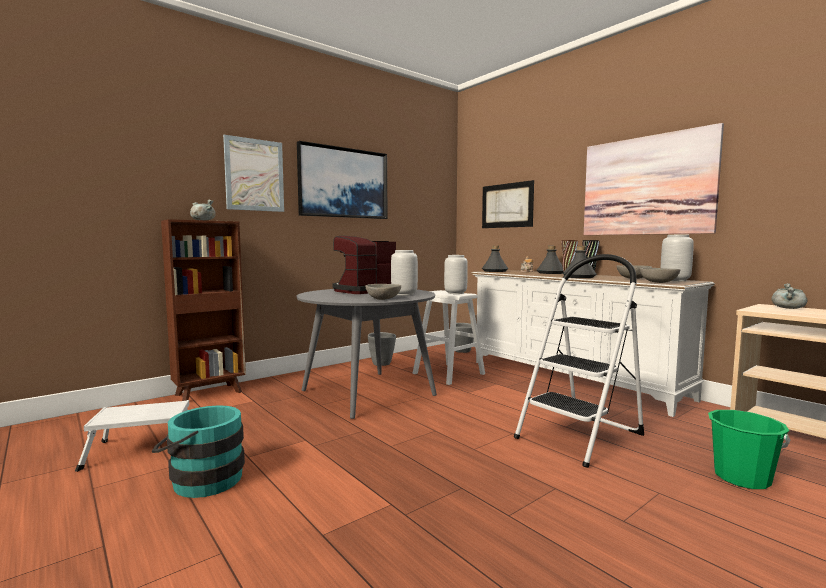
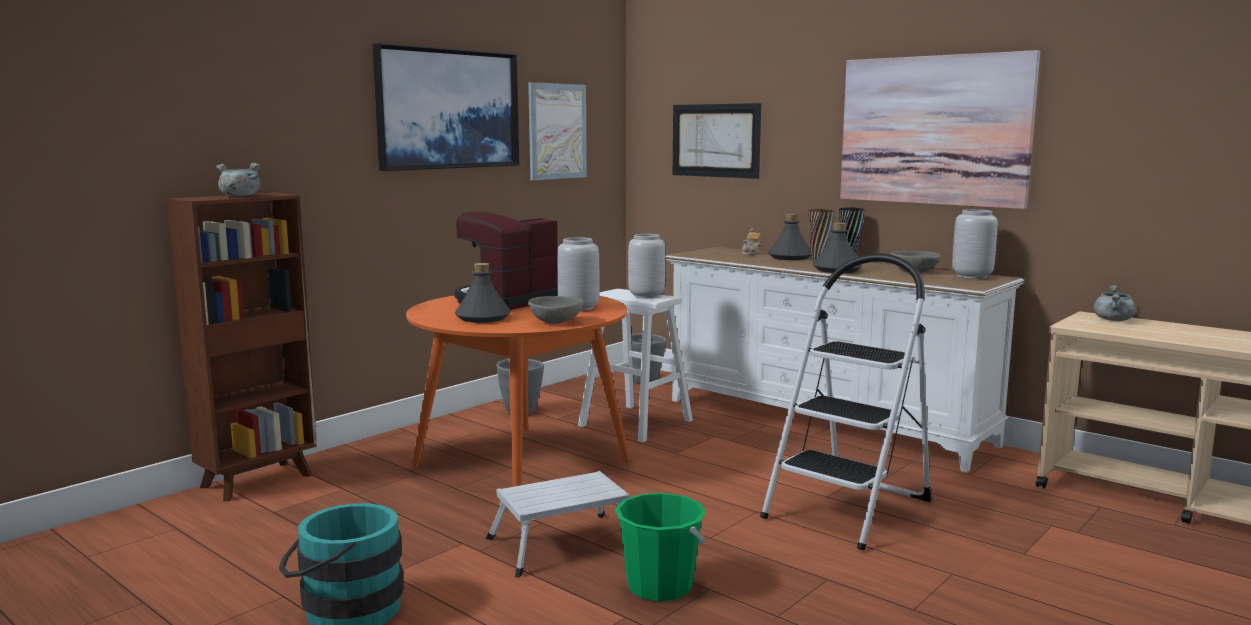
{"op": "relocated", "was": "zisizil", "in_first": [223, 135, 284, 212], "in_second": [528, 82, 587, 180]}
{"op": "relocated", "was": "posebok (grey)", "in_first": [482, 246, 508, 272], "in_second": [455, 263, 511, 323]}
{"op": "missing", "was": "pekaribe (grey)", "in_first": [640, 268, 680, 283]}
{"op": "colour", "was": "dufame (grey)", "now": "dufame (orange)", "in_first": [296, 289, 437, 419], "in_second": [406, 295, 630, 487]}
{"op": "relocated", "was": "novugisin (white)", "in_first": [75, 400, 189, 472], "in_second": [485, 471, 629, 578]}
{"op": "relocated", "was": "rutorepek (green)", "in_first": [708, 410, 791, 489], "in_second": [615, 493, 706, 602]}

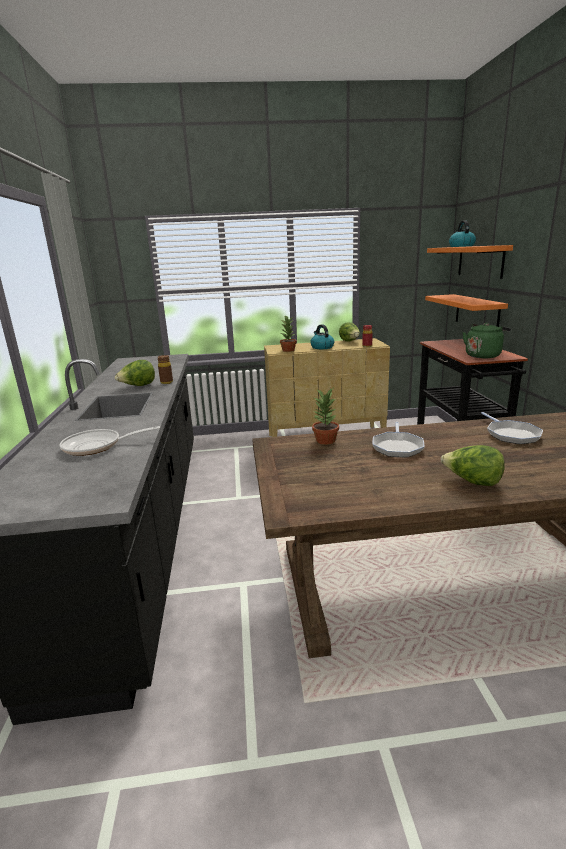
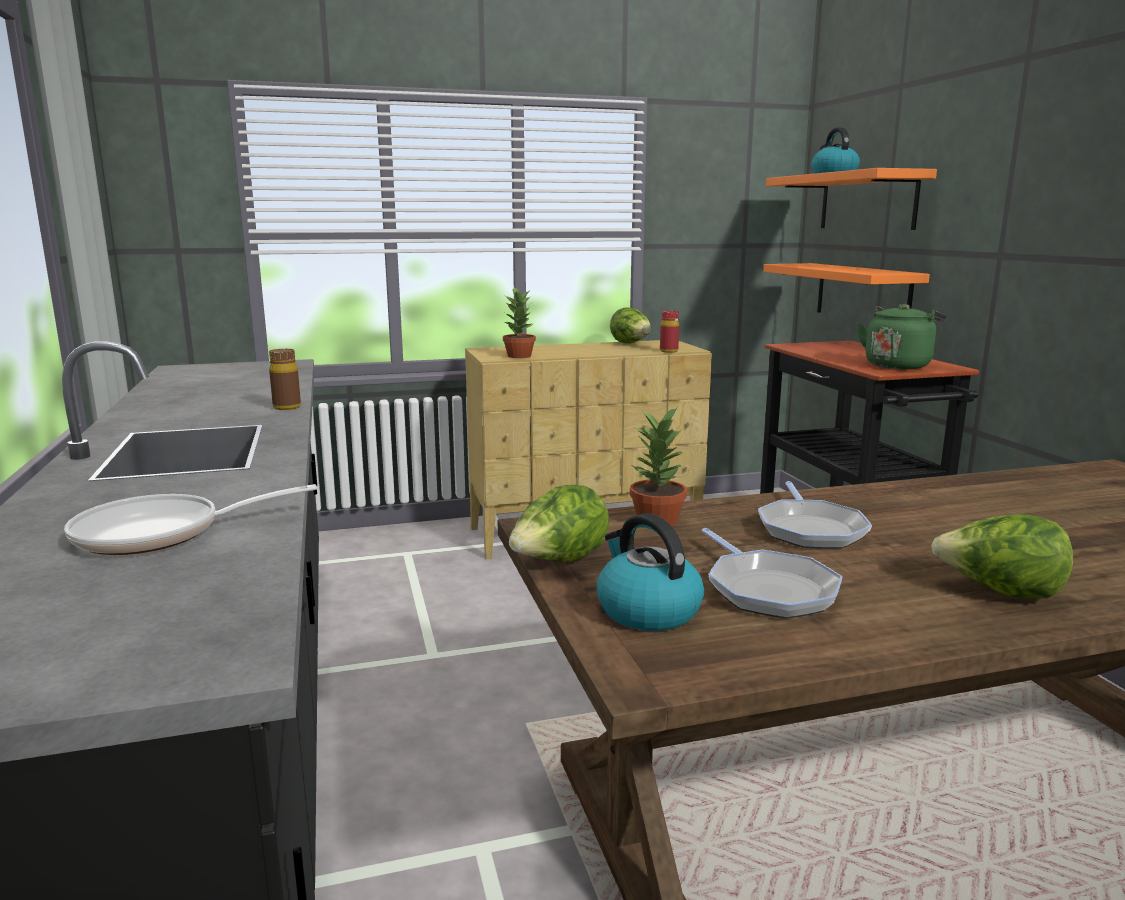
{"op": "relocated", "was": "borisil", "in_first": [310, 324, 334, 349], "in_second": [597, 513, 704, 631]}
{"op": "relocated", "was": "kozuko", "in_first": [115, 360, 155, 386], "in_second": [509, 485, 609, 562]}
{"op": "relocated", "was": "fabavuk", "in_first": [481, 412, 543, 444], "in_second": [702, 528, 843, 619]}

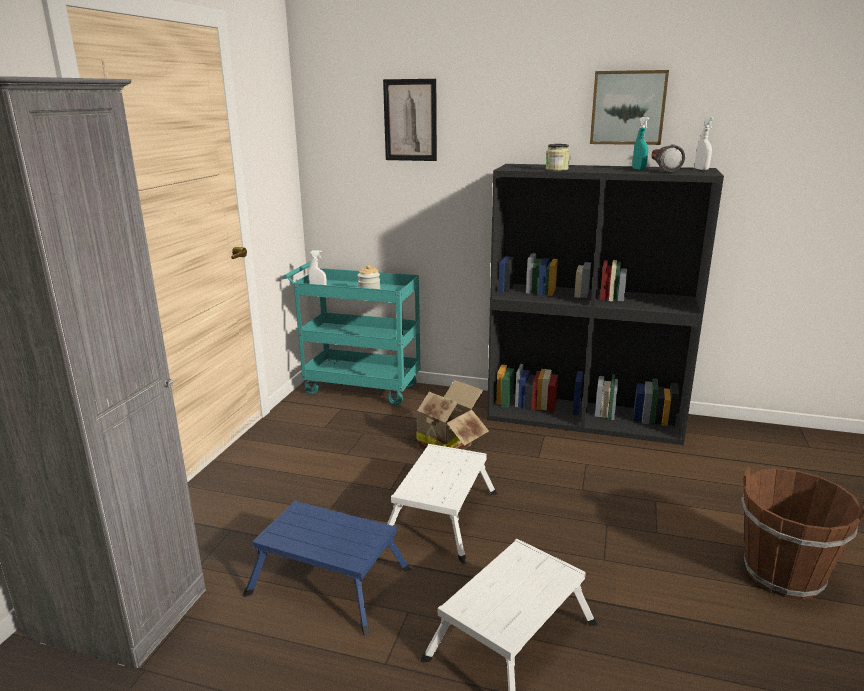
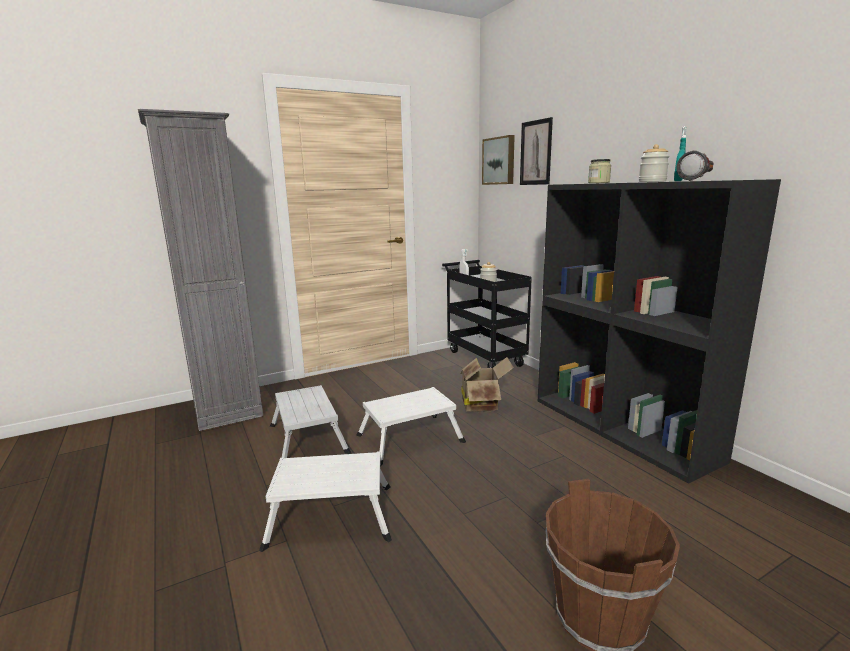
{"op": "relocated", "was": "zisizil", "in_first": [590, 70, 669, 145], "in_second": [482, 135, 515, 185]}
{"op": "missing", "was": "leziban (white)", "in_first": [695, 117, 714, 170]}
{"op": "colour", "was": "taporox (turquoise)", "now": "taporox (black)", "in_first": [283, 261, 420, 405], "in_second": [442, 260, 532, 368]}
{"op": "colour", "was": "novugisin (blue)", "now": "novugisin (white)", "in_first": [243, 500, 412, 636], "in_second": [270, 385, 351, 458]}
{"op": "appeared", "now": "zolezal", "in_second": [639, 144, 670, 182]}

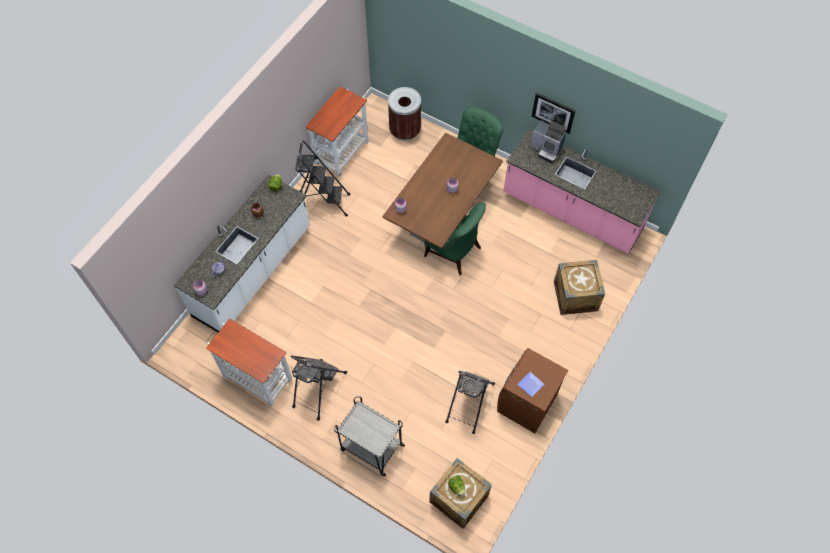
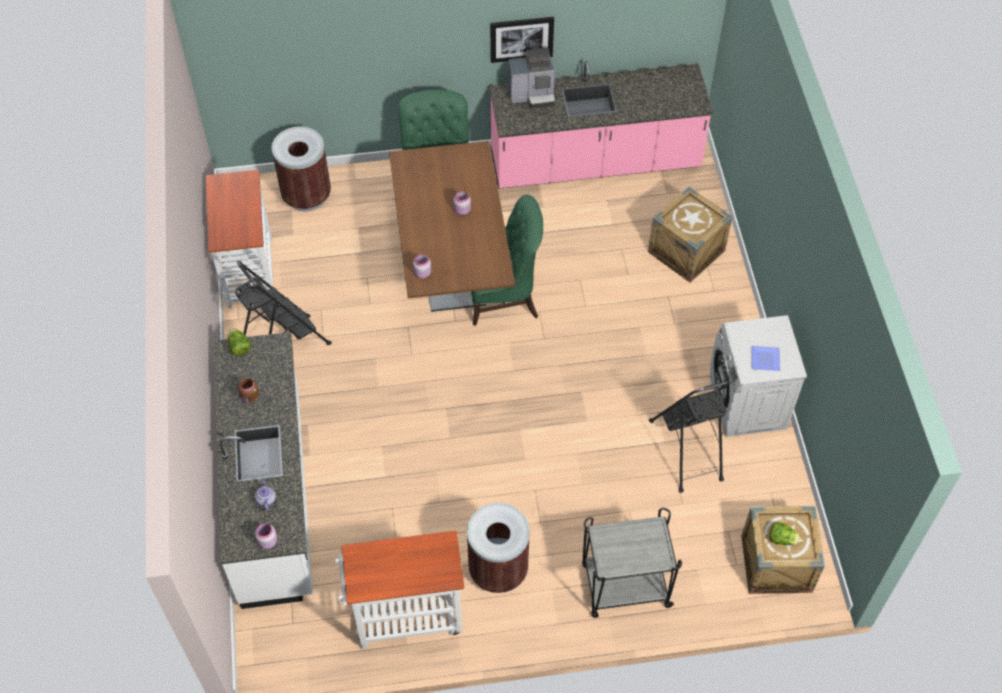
{"op": "colour", "was": "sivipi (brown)", "now": "sivipi (white)", "in_first": [497, 348, 568, 434], "in_second": [710, 315, 807, 437]}
{"op": "exchanged", "was": "novugisin", "now": "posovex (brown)", "in_first": [290, 355, 347, 421], "in_second": [467, 503, 530, 593]}

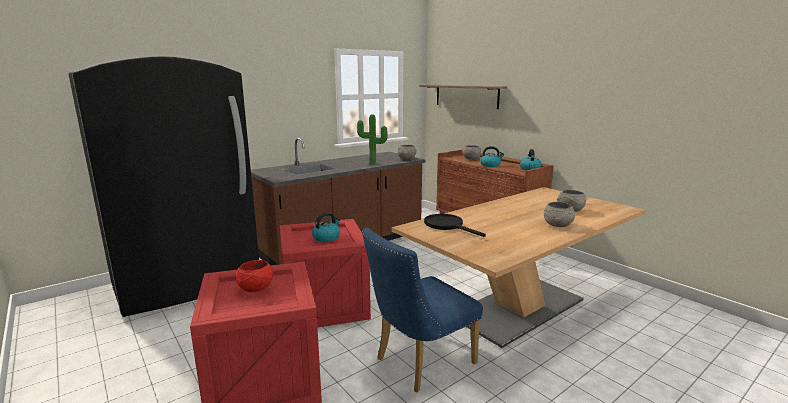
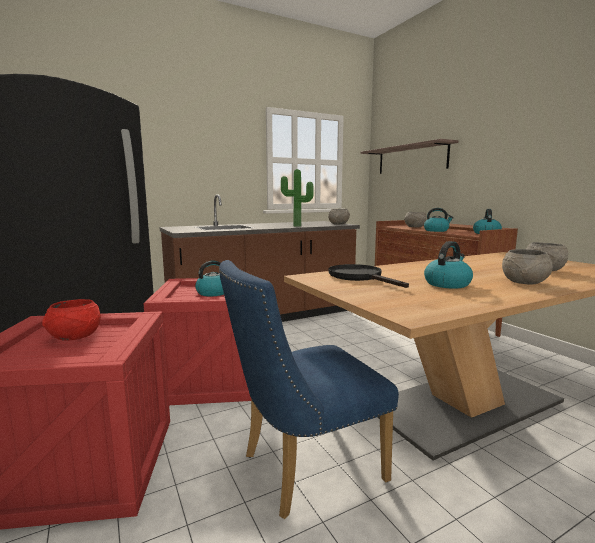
{"op": "appeared", "now": "borisil", "in_second": [424, 241, 473, 289]}

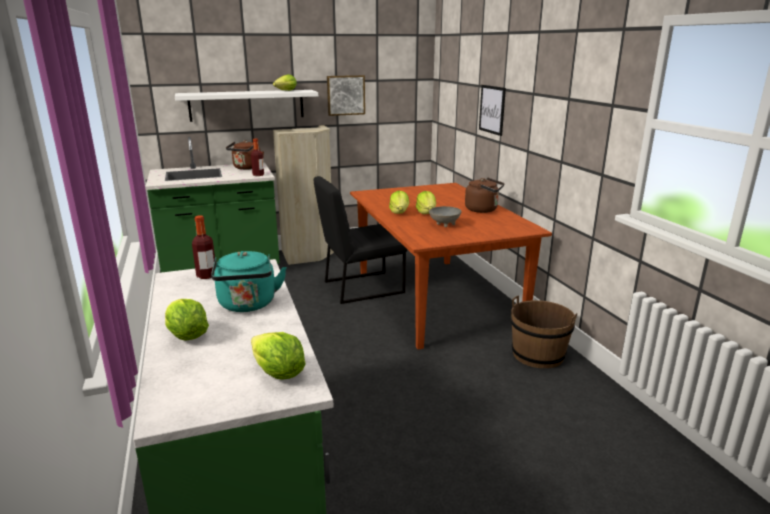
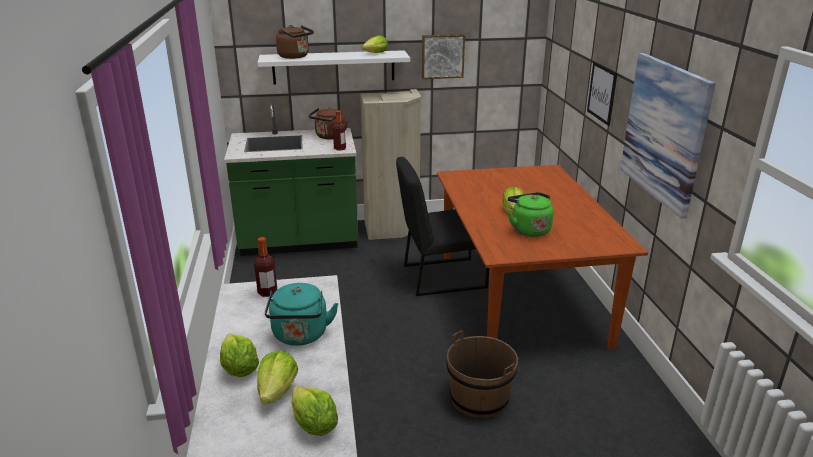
{"op": "relocated", "was": "borisil (brown)", "in_first": [465, 177, 504, 213], "in_second": [276, 25, 314, 59]}
{"op": "relocated", "was": "kozuko", "in_first": [389, 190, 409, 214], "in_second": [257, 350, 298, 404]}
{"op": "exchanged", "was": "pekaribe (grey)", "now": "borisil (green)", "in_first": [429, 206, 462, 227], "in_second": [508, 192, 554, 237]}
{"op": "relocated", "was": "rutorepek (brown)", "in_first": [510, 296, 578, 368], "in_second": [446, 330, 518, 418]}
{"op": "appeared", "now": "zisizil", "in_second": [620, 53, 716, 219]}

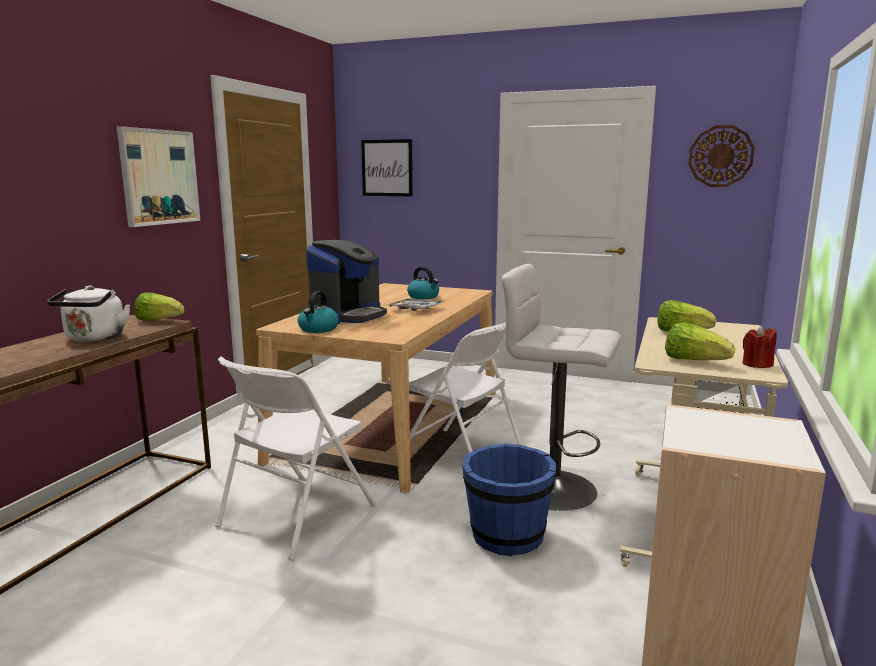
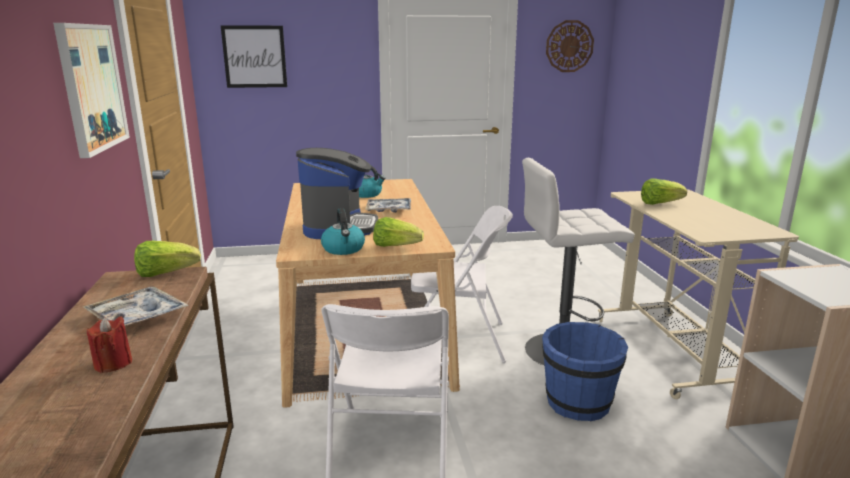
{"op": "exchanged", "was": "borisil (white)", "now": "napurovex", "in_first": [47, 285, 130, 342], "in_second": [83, 287, 189, 326]}
{"op": "relocated", "was": "kozuko", "in_first": [665, 323, 735, 360], "in_second": [373, 217, 424, 247]}
{"op": "relocated", "was": "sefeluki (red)", "in_first": [742, 326, 777, 368], "in_second": [87, 316, 132, 373]}

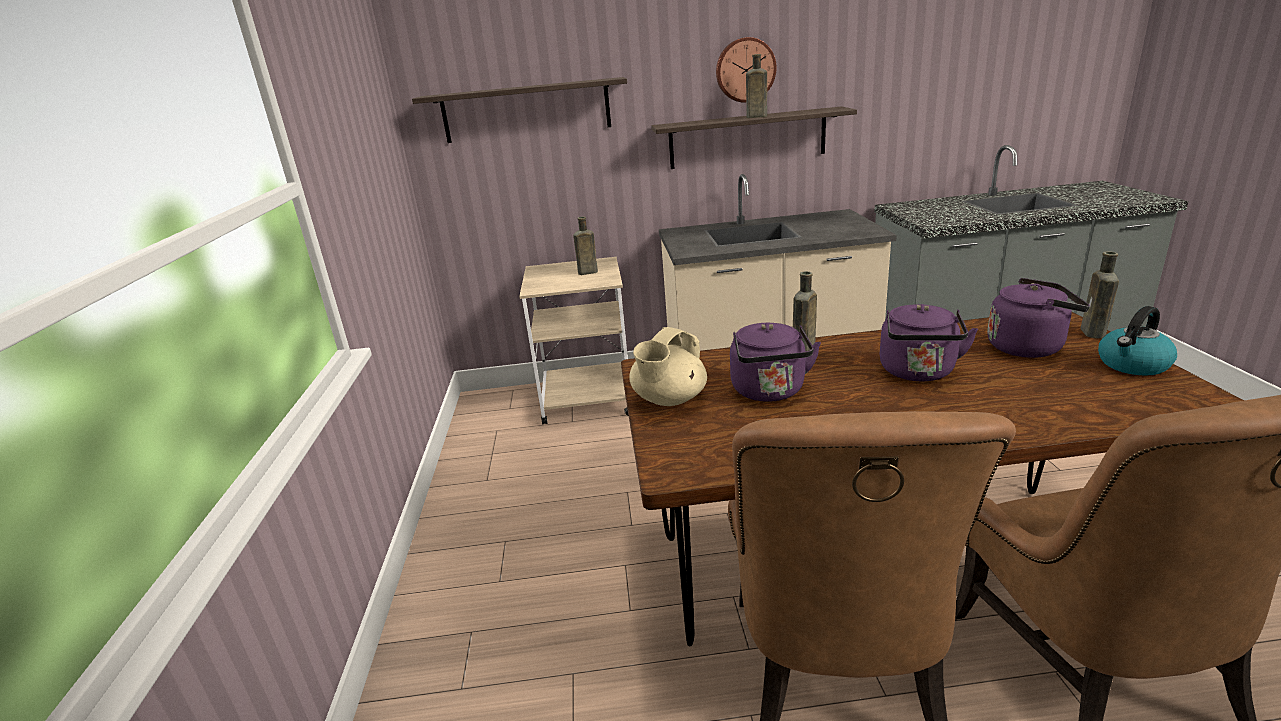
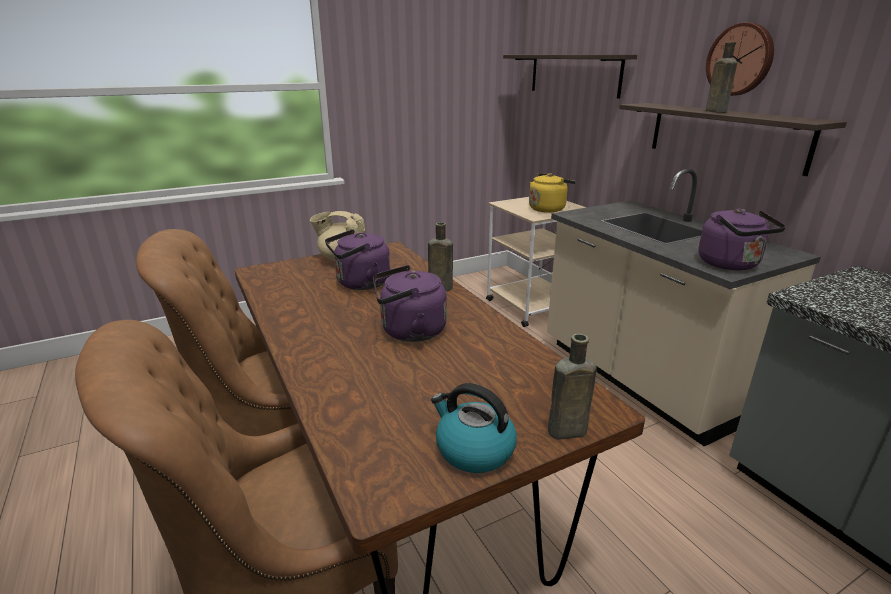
{"op": "exchanged", "was": "posebok (brown)", "now": "borisil (yellow)", "in_first": [573, 217, 598, 275], "in_second": [529, 173, 576, 213]}
{"op": "relocated", "was": "borisil (purple)", "in_first": [987, 278, 1090, 358], "in_second": [699, 208, 786, 270]}

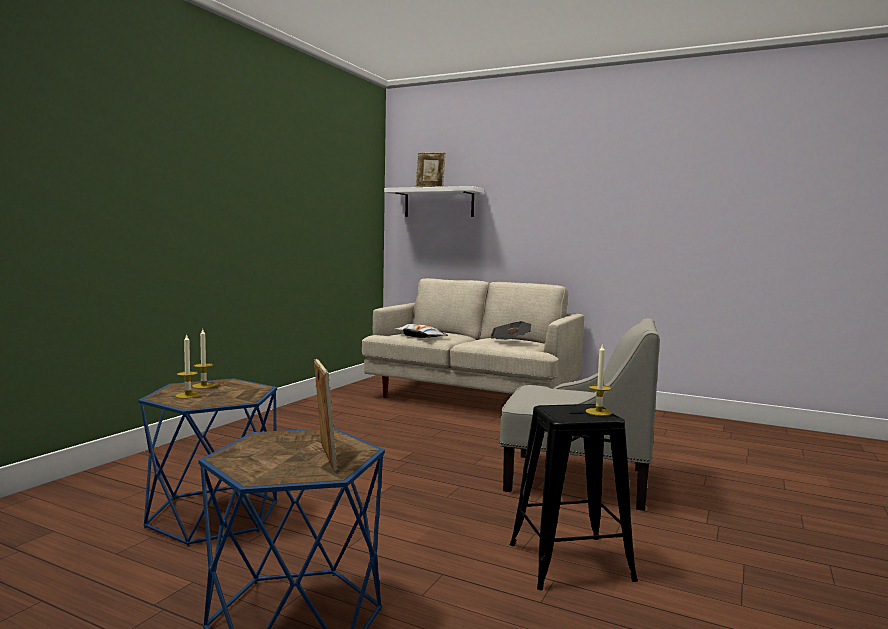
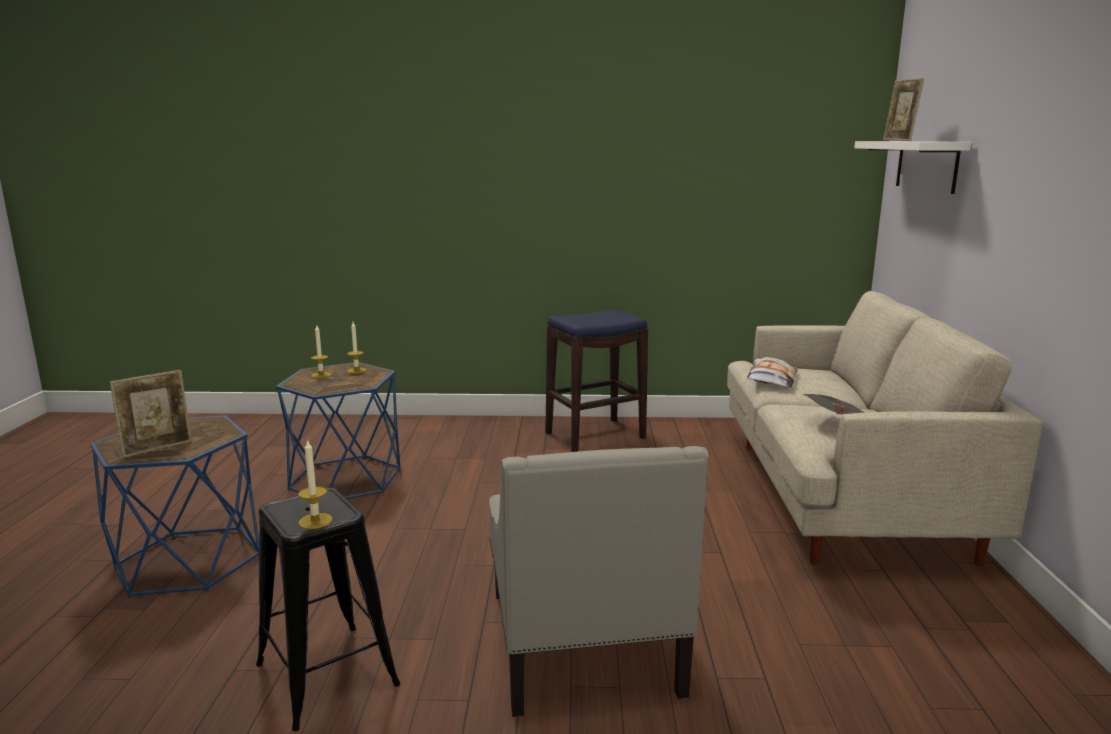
{"op": "appeared", "now": "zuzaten", "in_second": [545, 309, 648, 452]}

